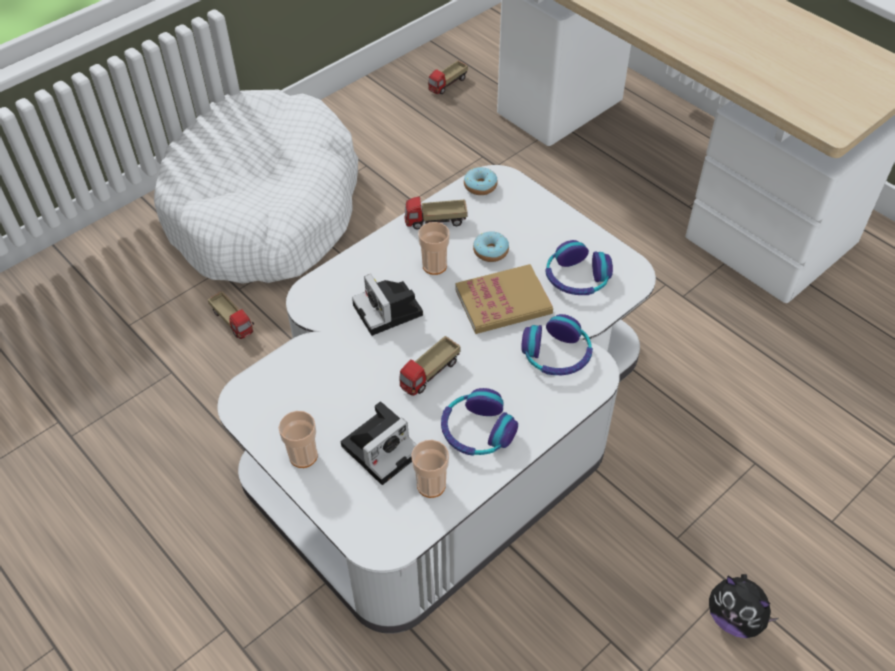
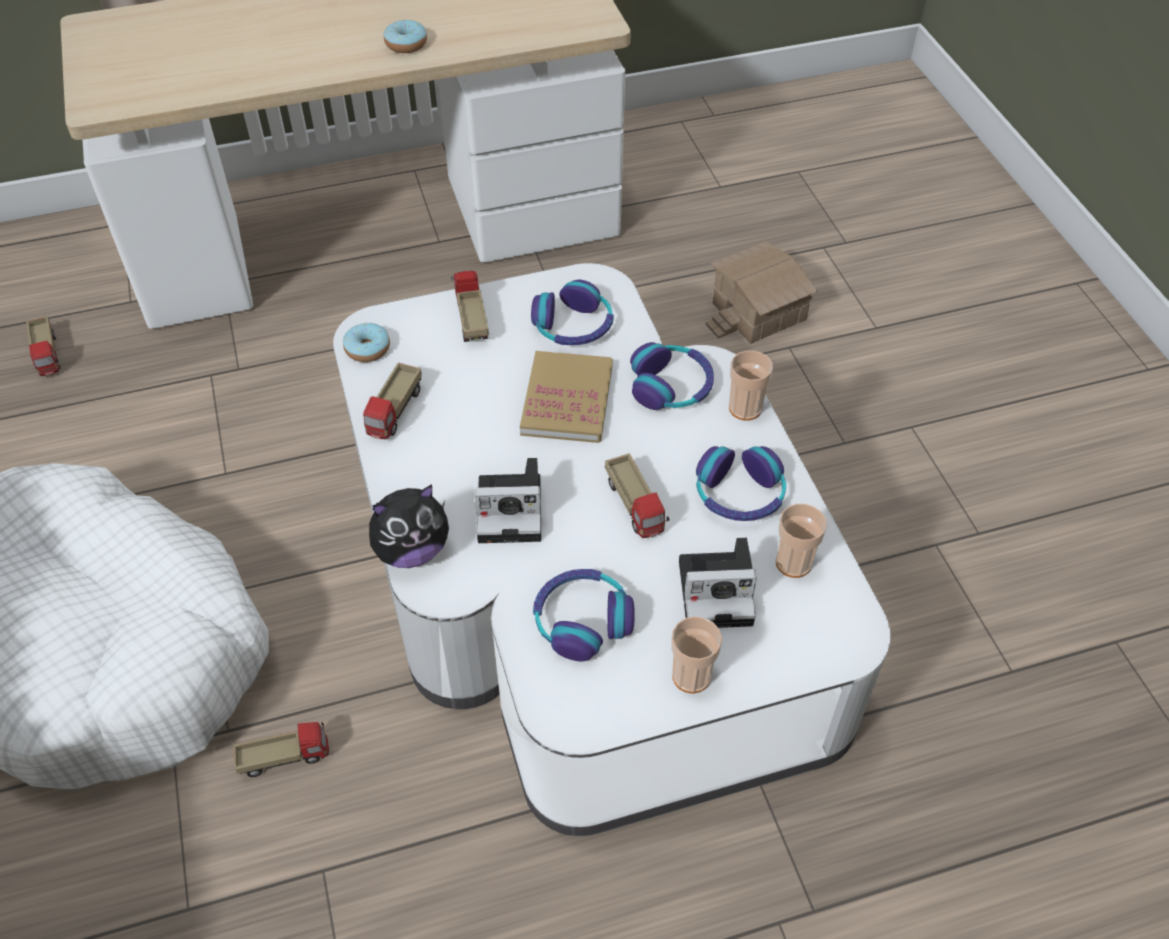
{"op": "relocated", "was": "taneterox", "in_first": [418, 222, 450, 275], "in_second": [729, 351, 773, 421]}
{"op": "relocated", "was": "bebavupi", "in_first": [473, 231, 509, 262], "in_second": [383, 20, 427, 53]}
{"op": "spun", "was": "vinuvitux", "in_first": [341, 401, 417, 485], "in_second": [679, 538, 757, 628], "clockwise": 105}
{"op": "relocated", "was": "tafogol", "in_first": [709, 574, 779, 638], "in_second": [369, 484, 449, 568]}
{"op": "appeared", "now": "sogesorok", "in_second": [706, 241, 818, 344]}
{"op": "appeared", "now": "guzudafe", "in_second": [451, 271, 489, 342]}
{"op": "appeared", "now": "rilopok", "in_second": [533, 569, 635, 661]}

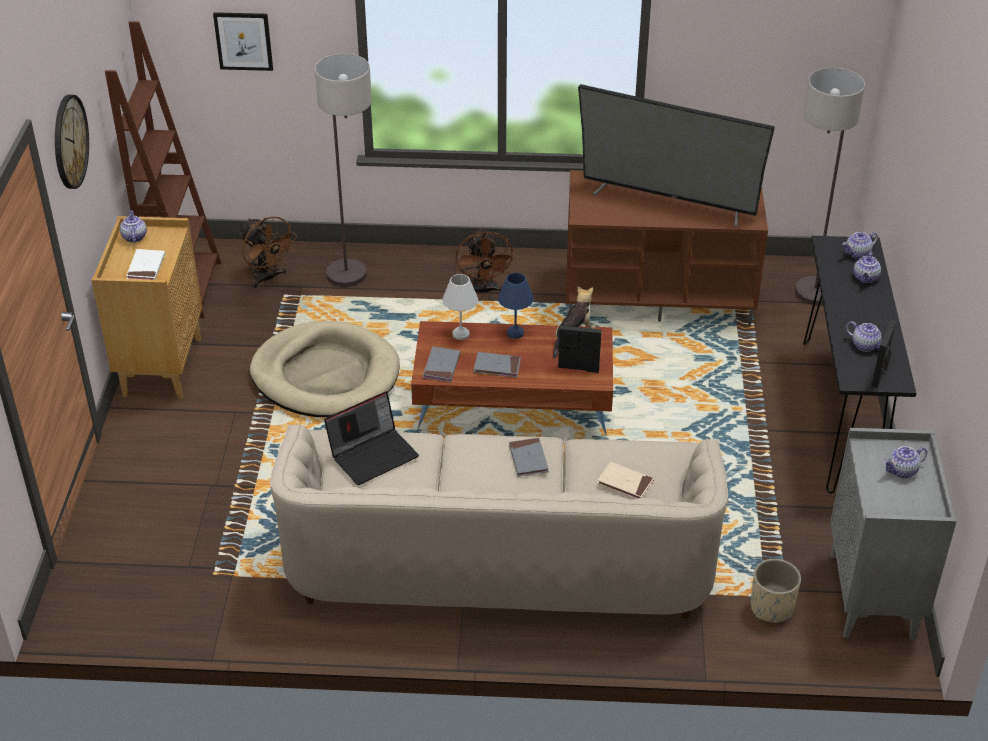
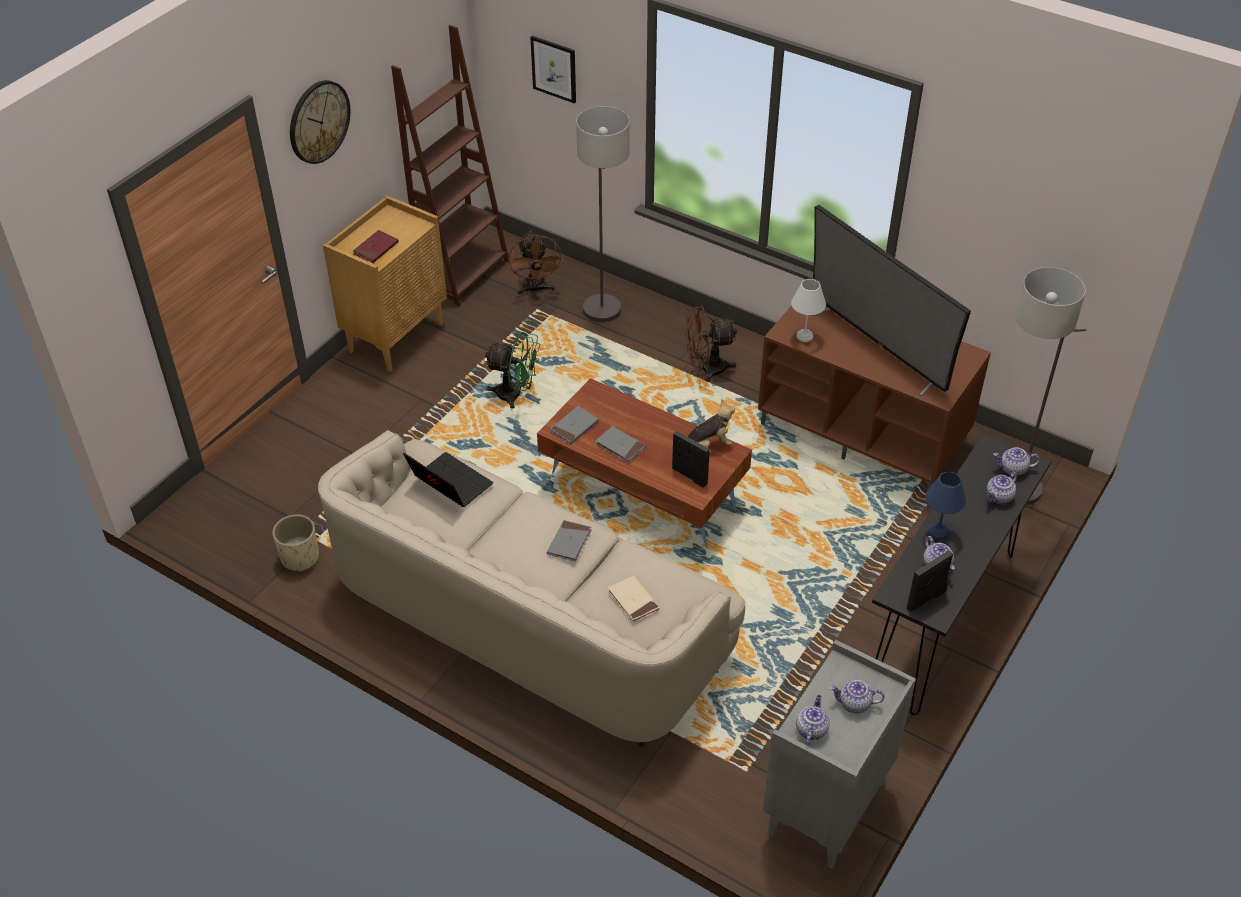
{"op": "relocated", "was": "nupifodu", "in_first": [120, 210, 147, 243], "in_second": [796, 695, 830, 746]}
{"op": "spun", "was": "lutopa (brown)", "in_first": [456, 227, 514, 296], "in_second": [685, 305, 737, 382], "clockwise": 60}
{"op": "colour", "was": "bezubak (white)", "now": "bezubak (red)", "in_first": [126, 249, 165, 280], "in_second": [353, 230, 399, 263]}
{"op": "relocated", "was": "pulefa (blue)", "in_first": [498, 273, 534, 338], "in_second": [925, 472, 966, 539]}
{"op": "relocated", "was": "pulefa (white)", "in_first": [443, 274, 478, 340], "in_second": [791, 279, 826, 342]}
{"op": "exchanged", "was": "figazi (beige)", "now": "lutopa (green)", "in_first": [250, 321, 400, 417], "in_second": [485, 332, 540, 409]}
{"op": "spun", "was": "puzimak", "in_first": [324, 391, 419, 485], "in_second": [403, 452, 493, 507], "clockwise": -135}
{"op": "relocated", "was": "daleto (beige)", "in_first": [751, 559, 801, 623], "in_second": [272, 514, 319, 572]}

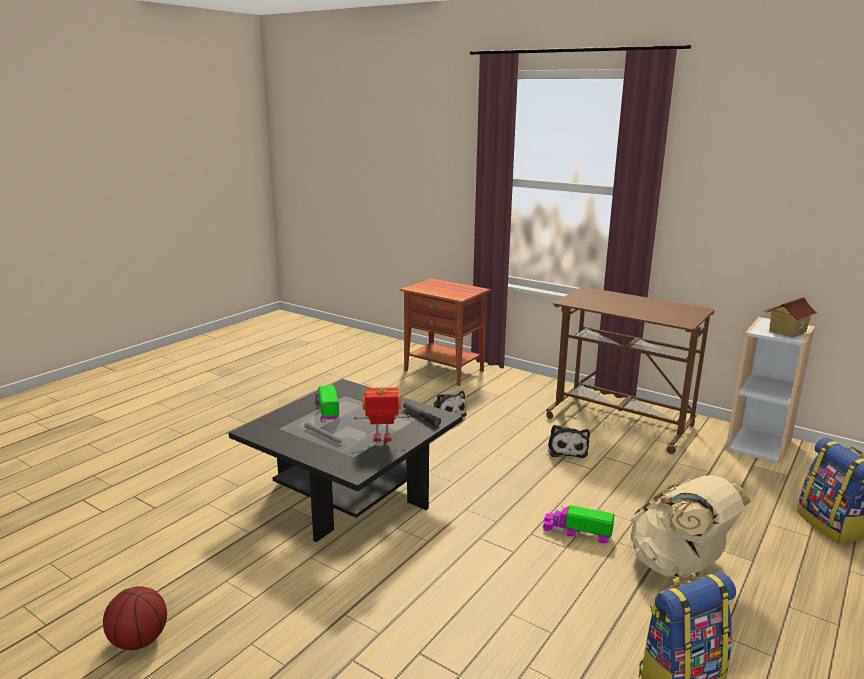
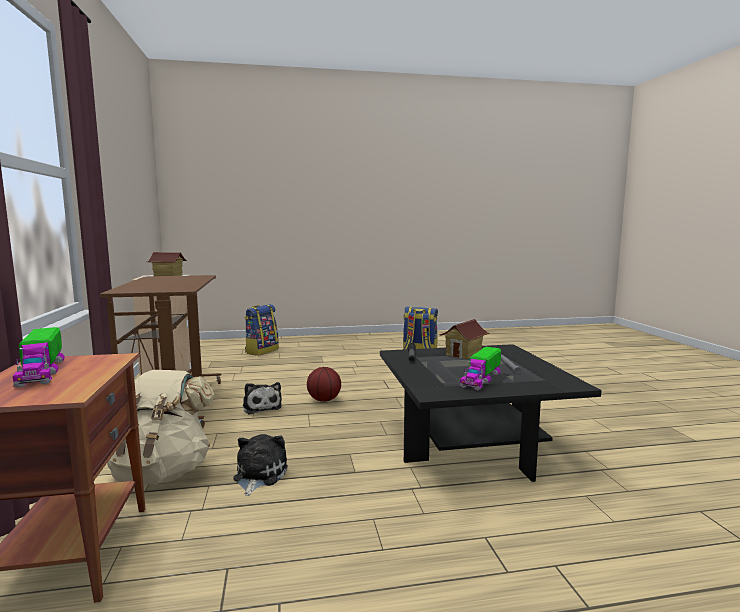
{"op": "exchanged", "was": "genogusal", "now": "sogesorok", "in_first": [354, 386, 410, 442], "in_second": [439, 319, 490, 359]}
{"op": "spun", "was": "tafogol", "in_first": [548, 425, 590, 458], "in_second": [243, 382, 282, 415], "clockwise": 105}
{"op": "relocated", "was": "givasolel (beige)", "in_first": [631, 475, 751, 578], "in_second": [107, 370, 214, 485]}
{"op": "relocated", "was": "guzudafe", "in_first": [542, 505, 614, 544], "in_second": [13, 327, 65, 388]}
{"op": "relocated", "was": "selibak", "in_first": [103, 586, 167, 650], "in_second": [307, 367, 341, 402]}

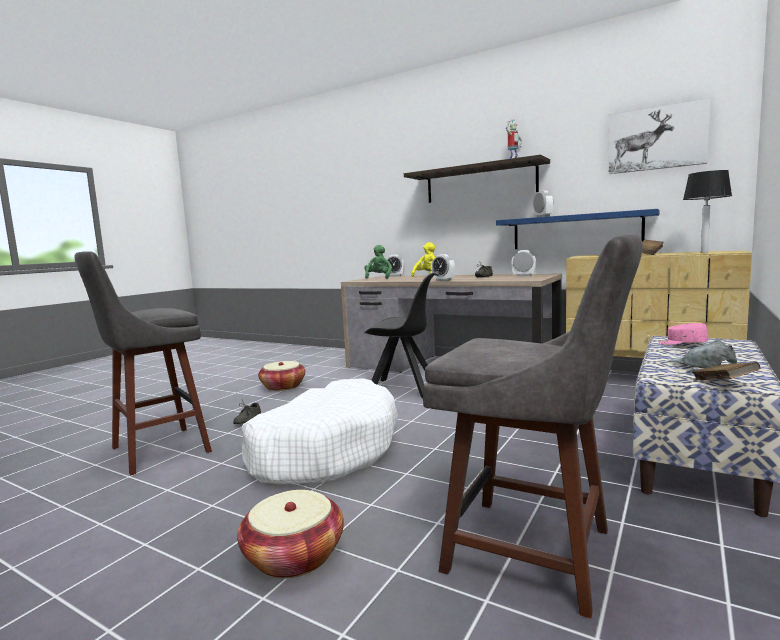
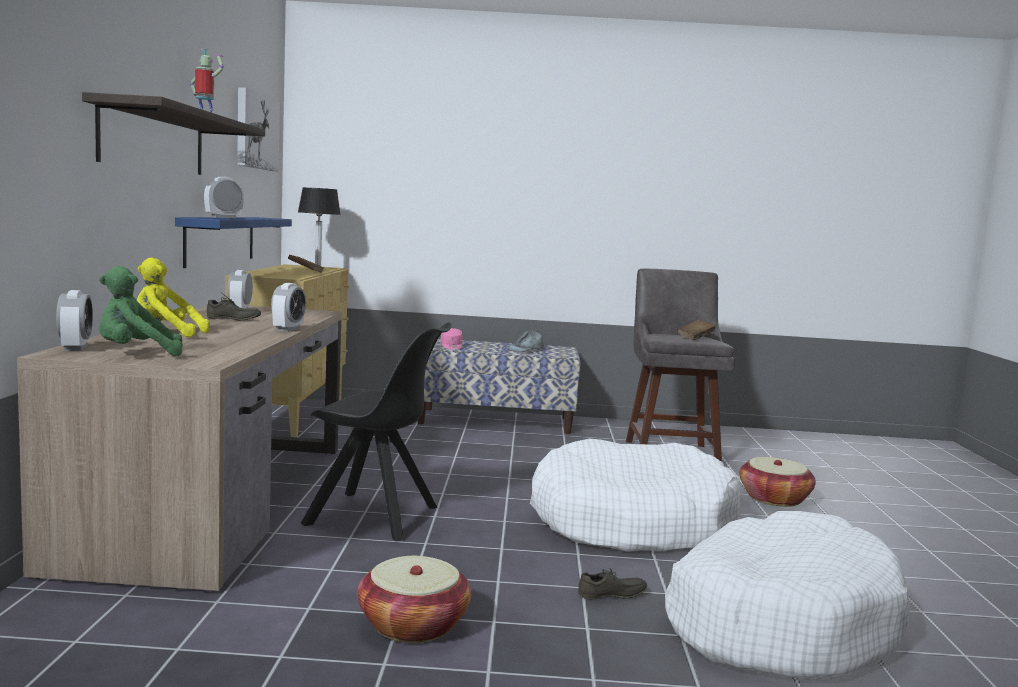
{"op": "exchanged", "was": "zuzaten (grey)", "now": "figazi (white)", "in_first": [74, 251, 212, 476], "in_second": [665, 511, 910, 680]}
{"op": "spun", "was": "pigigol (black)", "in_first": [364, 271, 440, 398], "in_second": [301, 322, 452, 541], "clockwise": 120}
{"op": "relocated", "was": "bezubak (brown)", "in_first": [692, 362, 760, 380], "in_second": [677, 319, 716, 340]}

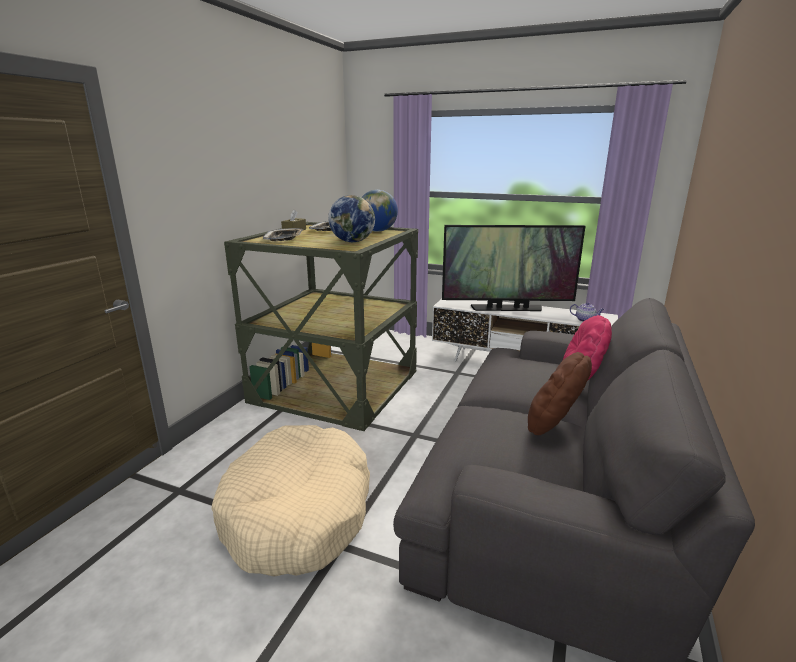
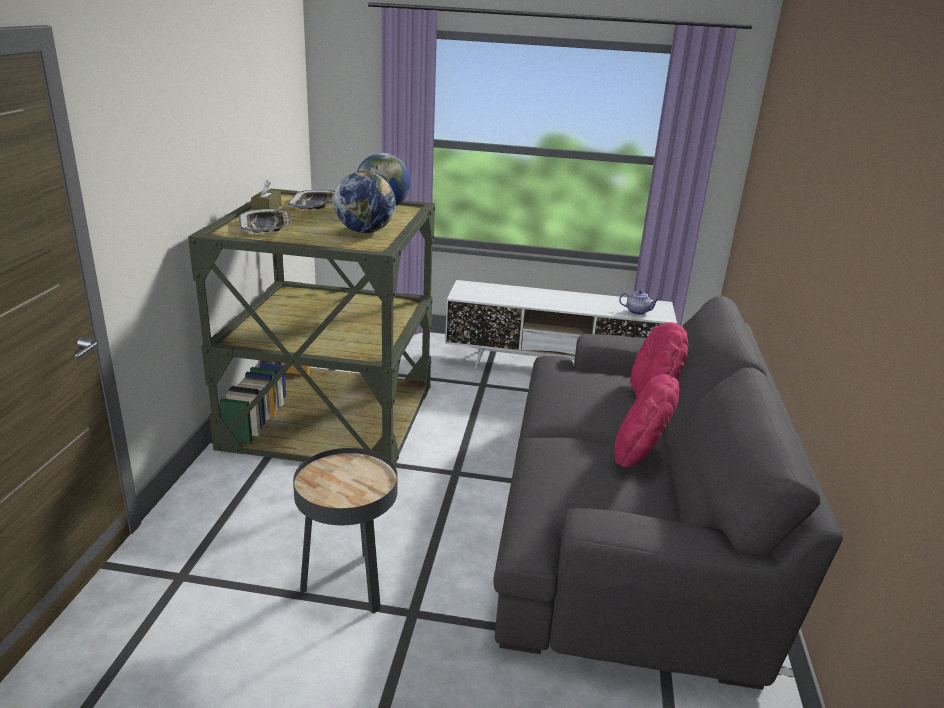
{"op": "missing", "was": "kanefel", "in_first": [442, 225, 585, 311]}
{"op": "colour", "was": "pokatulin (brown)", "now": "pokatulin (pink)", "in_first": [528, 352, 592, 435], "in_second": [614, 374, 679, 467]}
{"op": "exchanged", "was": "figazi (beige)", "now": "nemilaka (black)", "in_first": [211, 425, 370, 577], "in_second": [293, 448, 398, 614]}

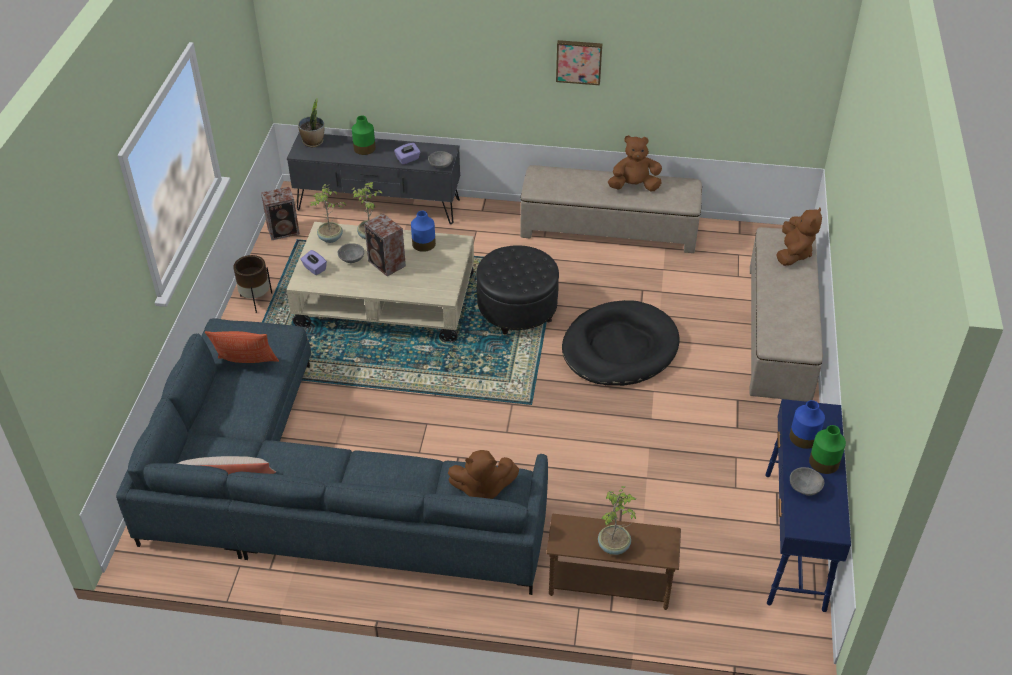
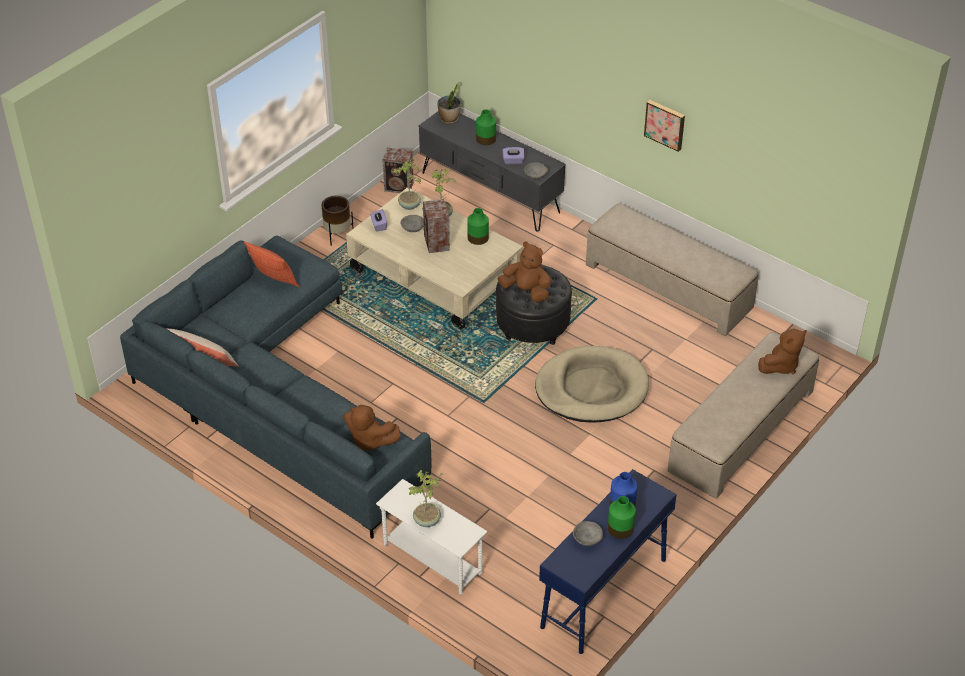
{"op": "relocated", "was": "tafogol (brown)", "in_first": [608, 135, 662, 192], "in_second": [497, 241, 551, 302]}
{"op": "colour", "was": "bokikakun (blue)", "now": "bokikakun (green)", "in_first": [411, 211, 436, 252], "in_second": [467, 208, 489, 245]}
{"op": "colour", "was": "figazi (black)", "now": "figazi (beige)", "in_first": [562, 300, 680, 386], "in_second": [535, 346, 649, 423]}
{"op": "colour", "was": "nemilaka (brown)", "now": "nemilaka (white)", "in_first": [546, 514, 681, 610], "in_second": [376, 479, 487, 595]}

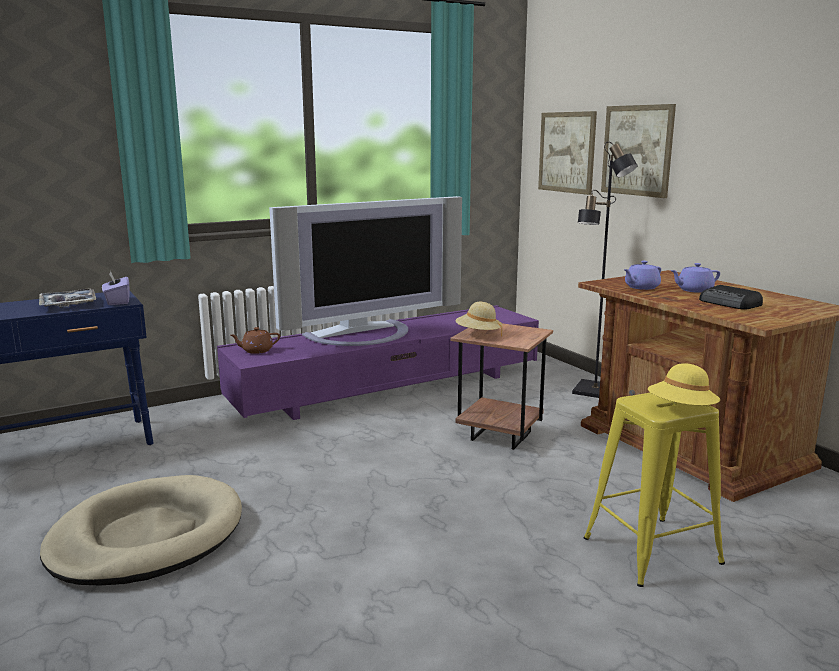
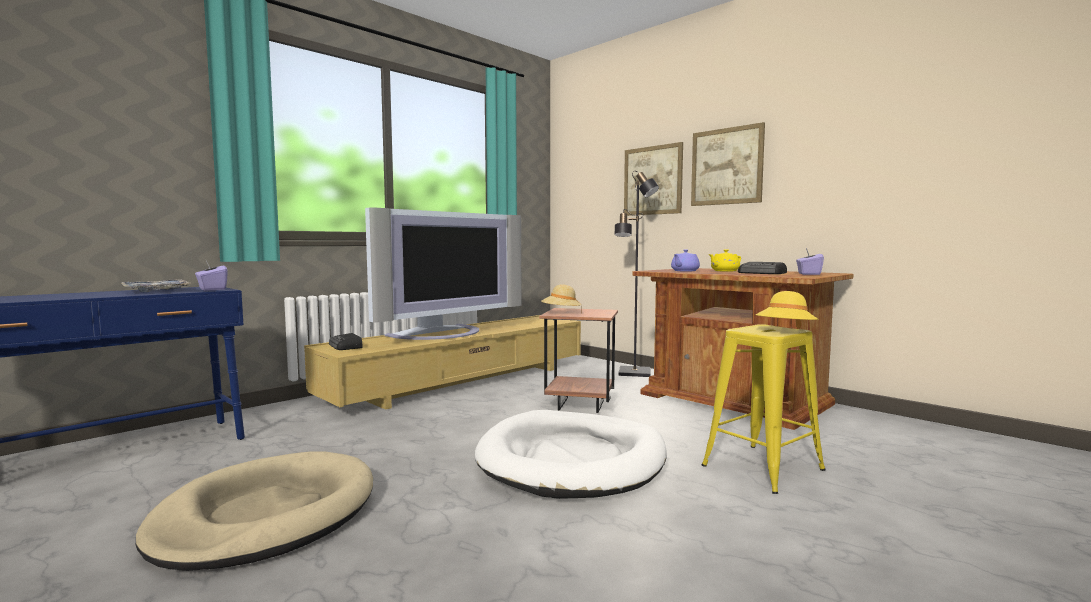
{"op": "relocated", "was": "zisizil", "in_first": [538, 111, 597, 195], "in_second": [691, 122, 765, 206]}
{"op": "colour", "was": "nupifodu (purple)", "now": "nupifodu (yellow)", "in_first": [670, 263, 720, 293], "in_second": [708, 249, 741, 272]}
{"op": "colour", "was": "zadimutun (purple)", "now": "zadimutun (beige)", "in_first": [217, 305, 539, 420], "in_second": [304, 315, 581, 410]}
{"op": "exchanged", "was": "nupifodu (brown)", "now": "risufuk", "in_first": [230, 327, 280, 354], "in_second": [329, 333, 363, 350]}
{"op": "appeared", "now": "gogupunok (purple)", "in_second": [796, 248, 824, 275]}
{"op": "appeared", "now": "figazi (white)", "in_second": [475, 410, 667, 499]}

